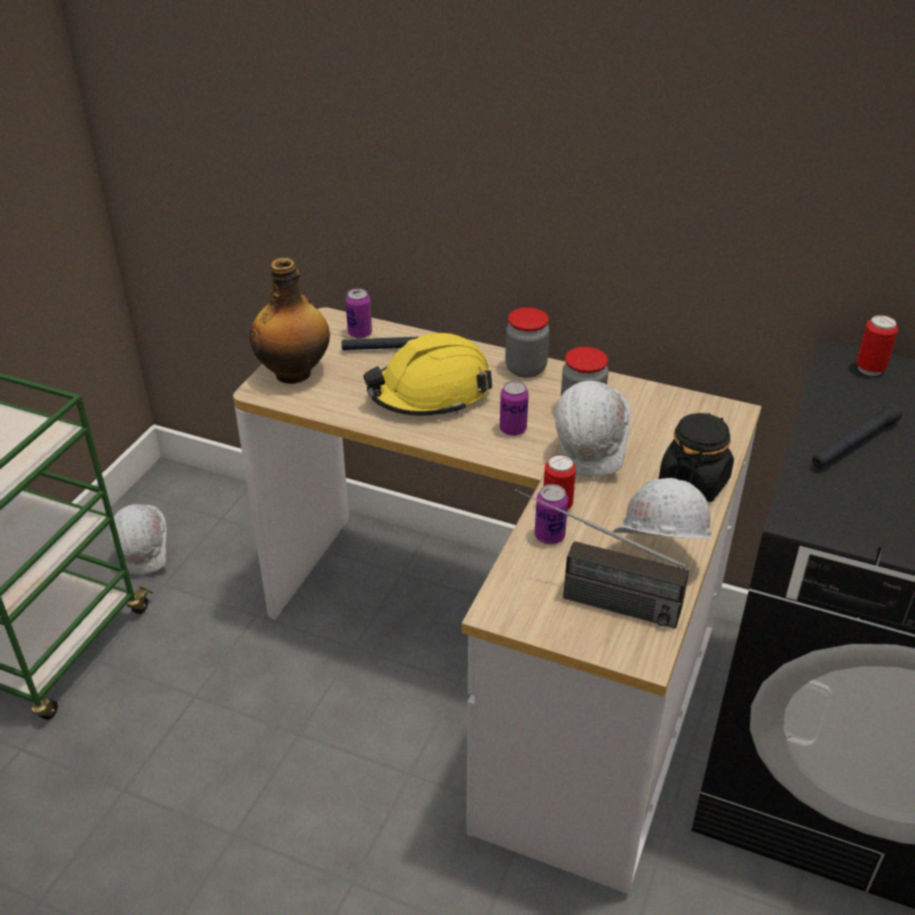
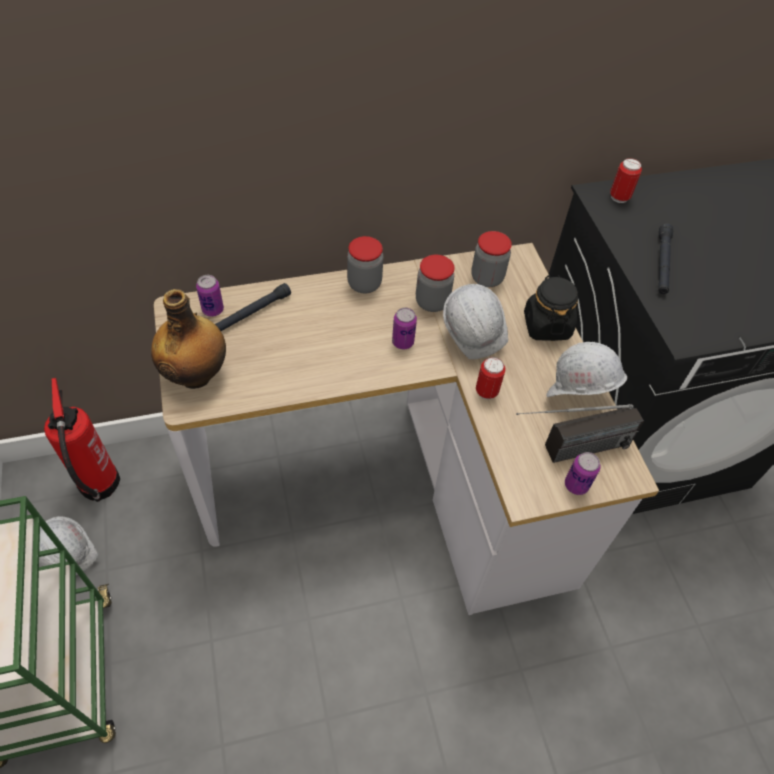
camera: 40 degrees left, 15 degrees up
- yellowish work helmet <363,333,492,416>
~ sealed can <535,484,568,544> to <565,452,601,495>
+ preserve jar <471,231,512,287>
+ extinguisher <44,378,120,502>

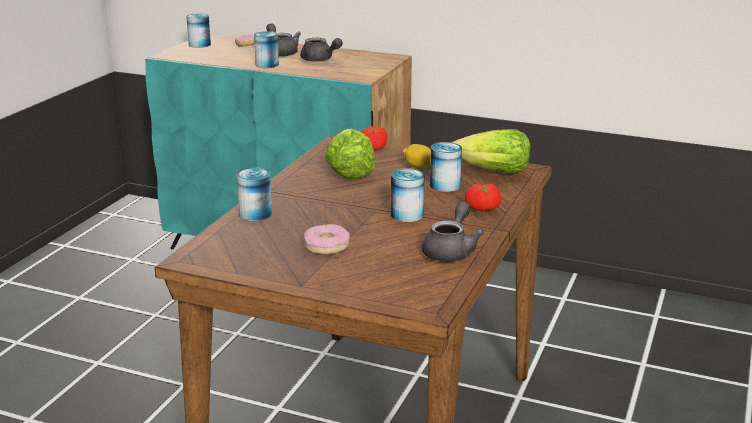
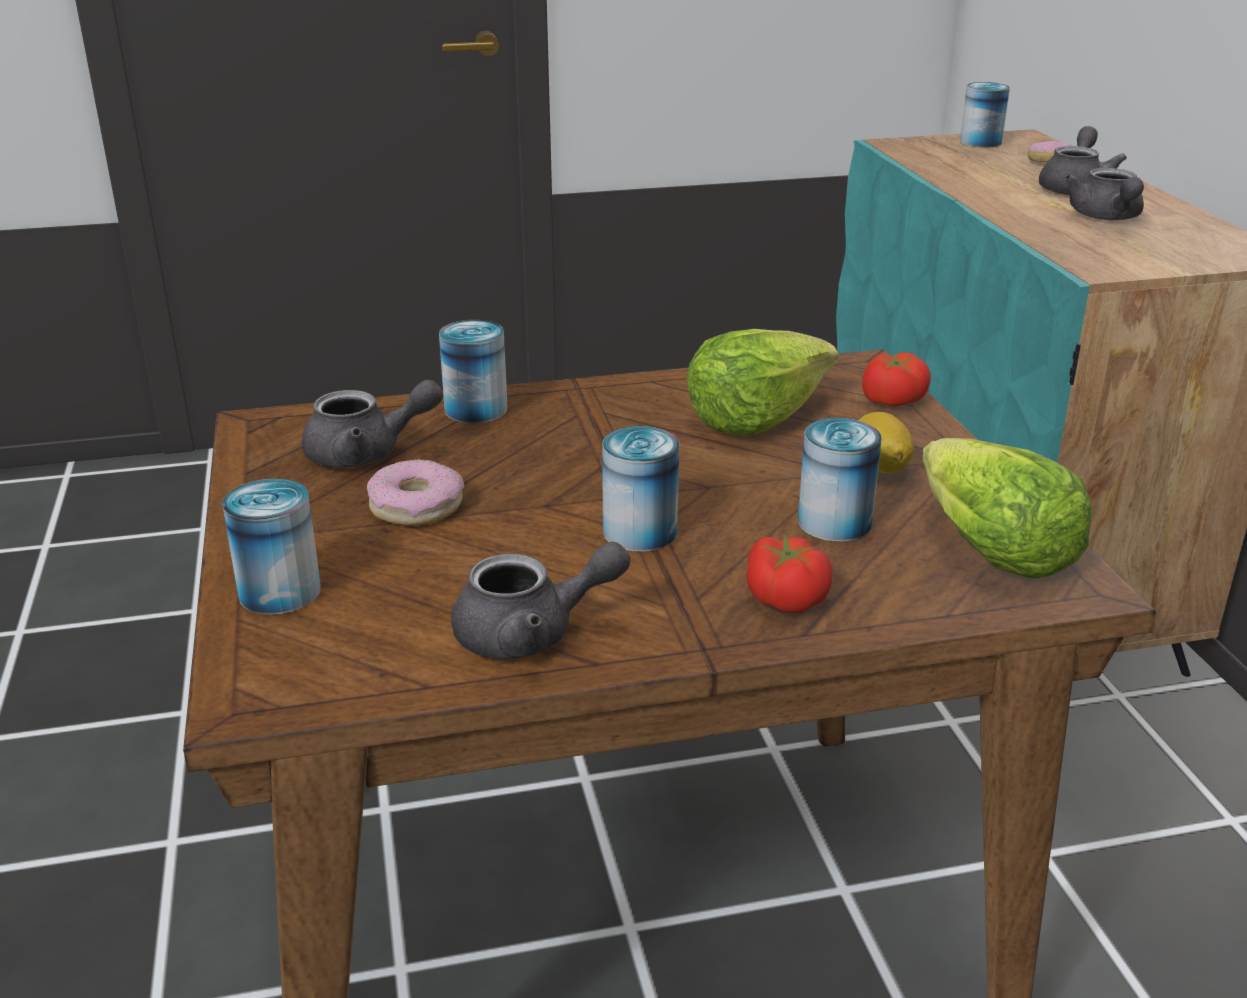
camera: 55 degrees right, 5 degrees up
~ sealed can <254,31,279,68> to <222,479,321,615>
+ grey tea pot <302,380,443,468>

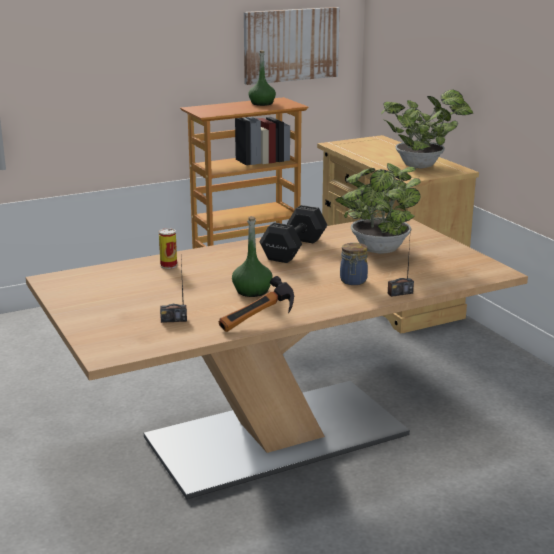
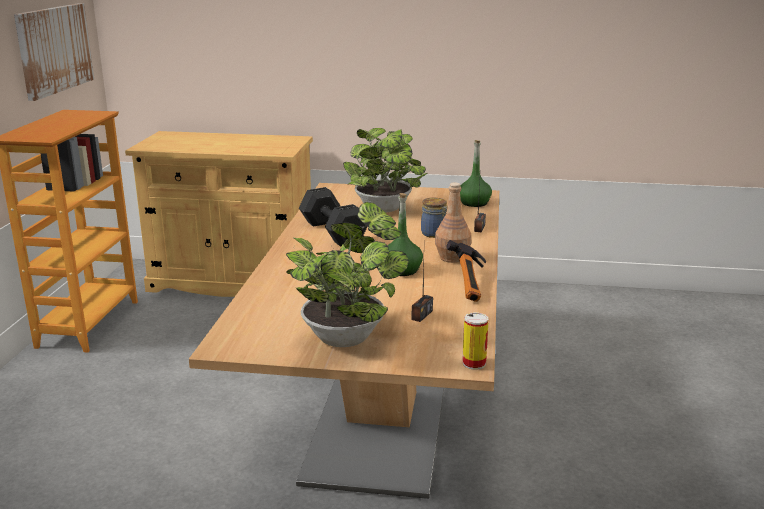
camera: 55 degrees left, 0 degrees up
~ green-coloured drink bottle <248,50,276,106> to <460,140,492,207>
~ potted plant <381,90,473,168> to <286,202,409,347>
~ sealed can <159,228,177,269> to <462,313,489,370>
+ brown drink bottle <435,182,471,263>

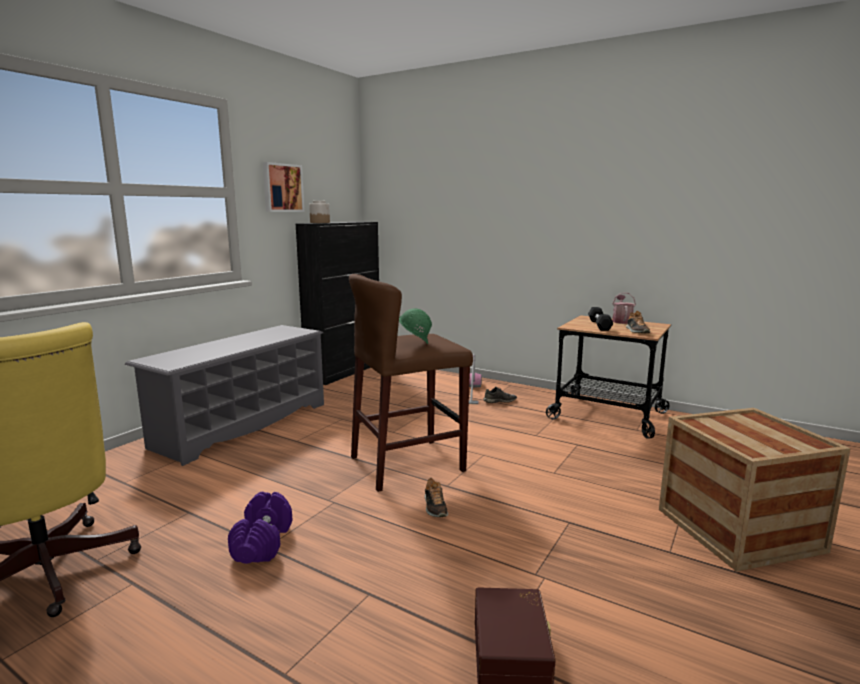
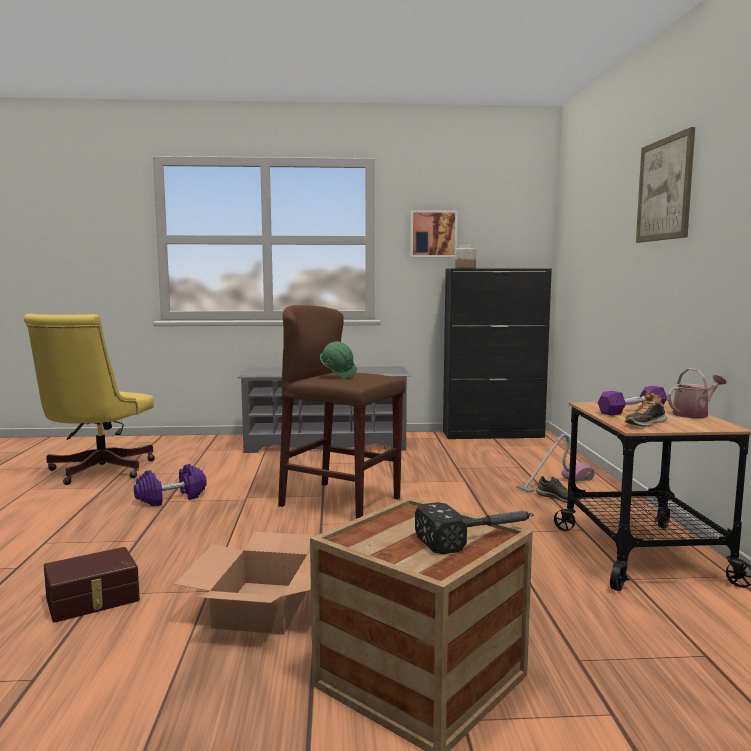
camera: 55 degrees right, 5 degrees down
~ black free weight <588,307,613,331> to purple free weight <598,386,667,416>
- shoe <424,478,448,517>
+ wall art <636,127,695,243>
+ hammer <415,502,534,554>
+ packing box <174,532,314,634>

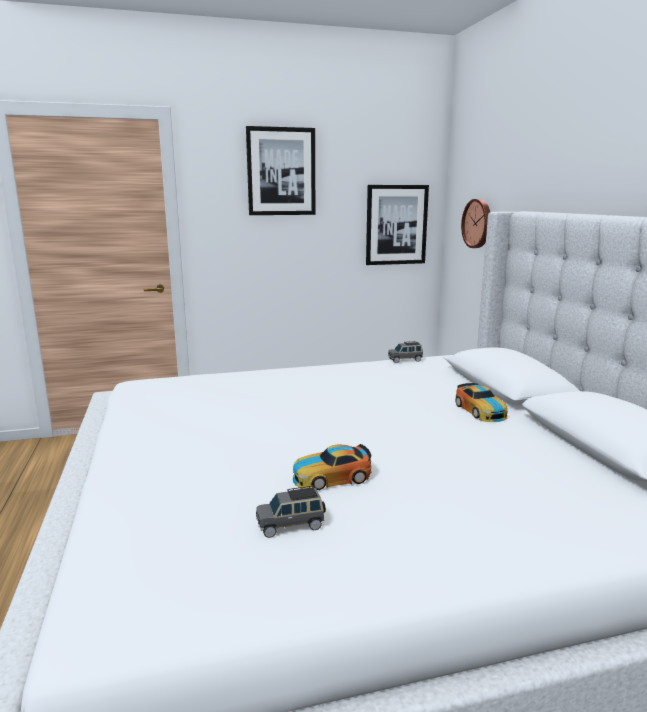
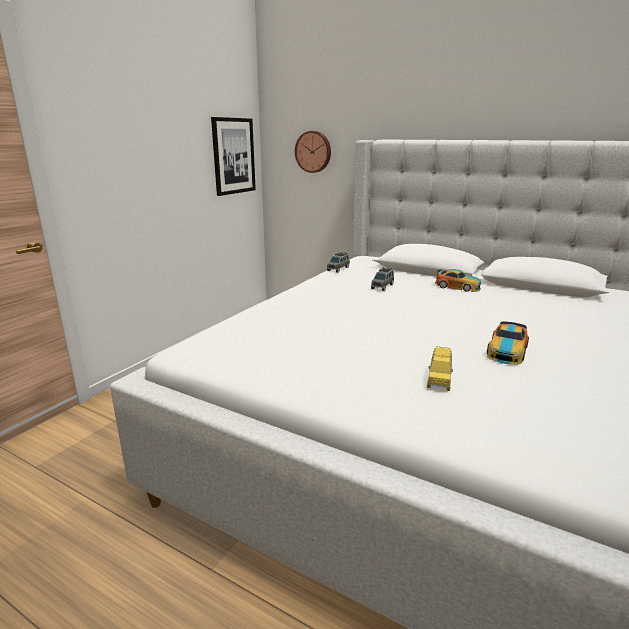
camera: 45 degrees left, 5 degrees up
- wall art <246,126,315,215>
~ grey toy car <256,486,326,538> to <371,267,394,291>
+ yellowish toy car <427,346,453,391>

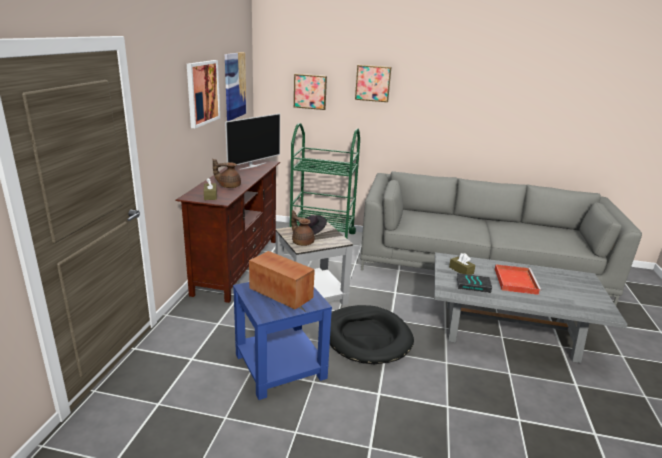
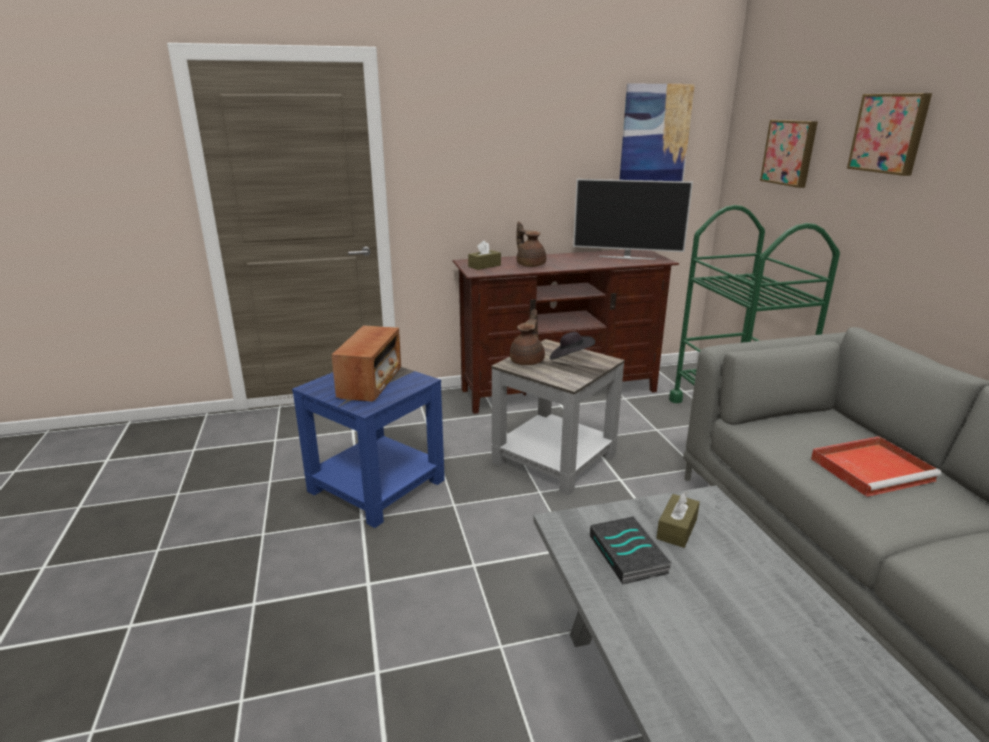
camera: 65 degrees right, 0 degrees up
- wall art <187,60,220,128>
~ red-coloured carrying tray <495,265,542,295> to <811,436,942,497>
- black dog bed <330,305,414,364>

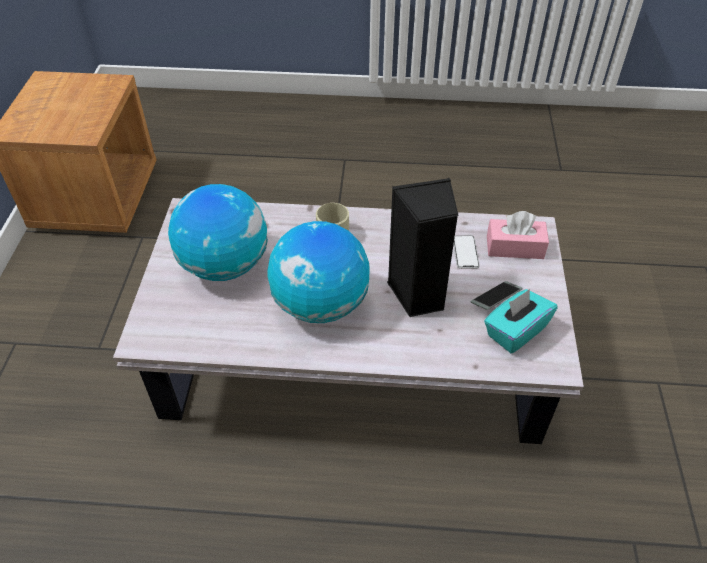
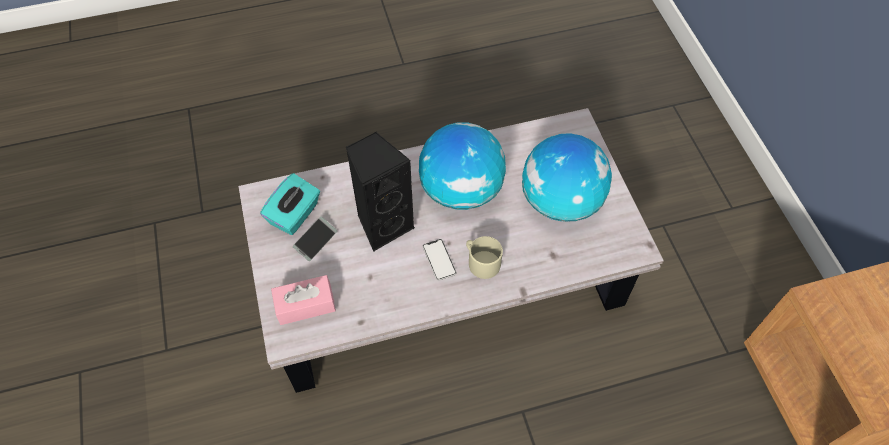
camera: 160 degrees right, 10 degrees up
~ phone <453,235,480,269> to <423,239,457,281>

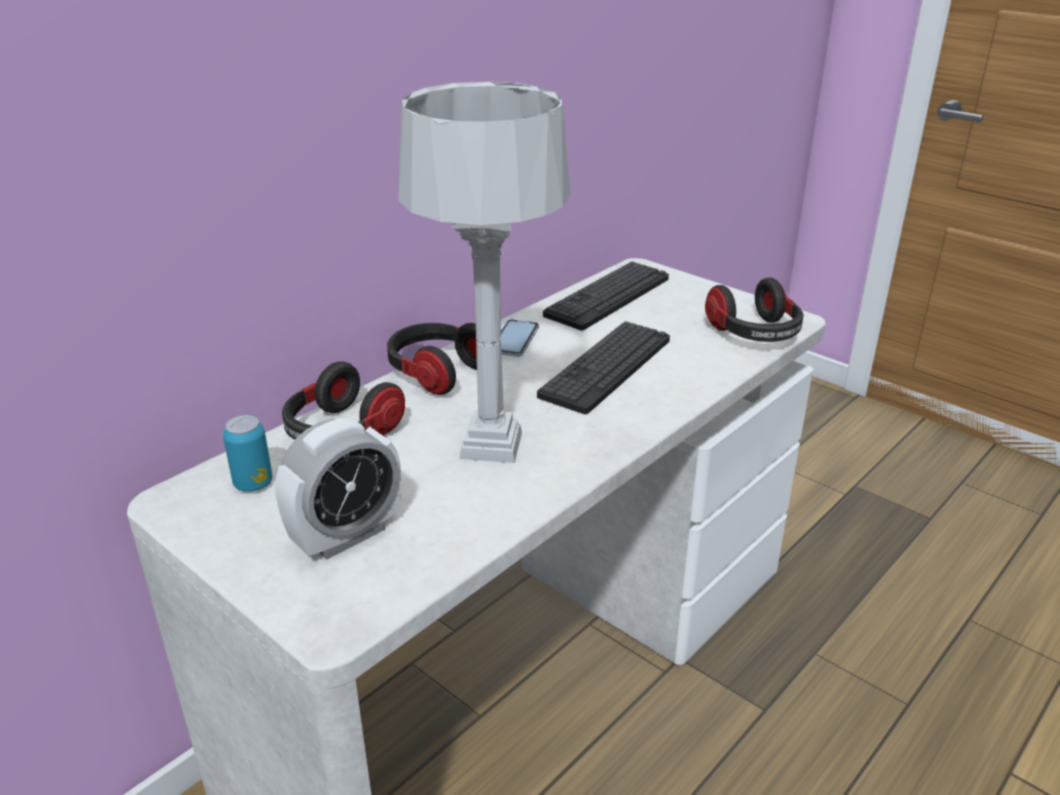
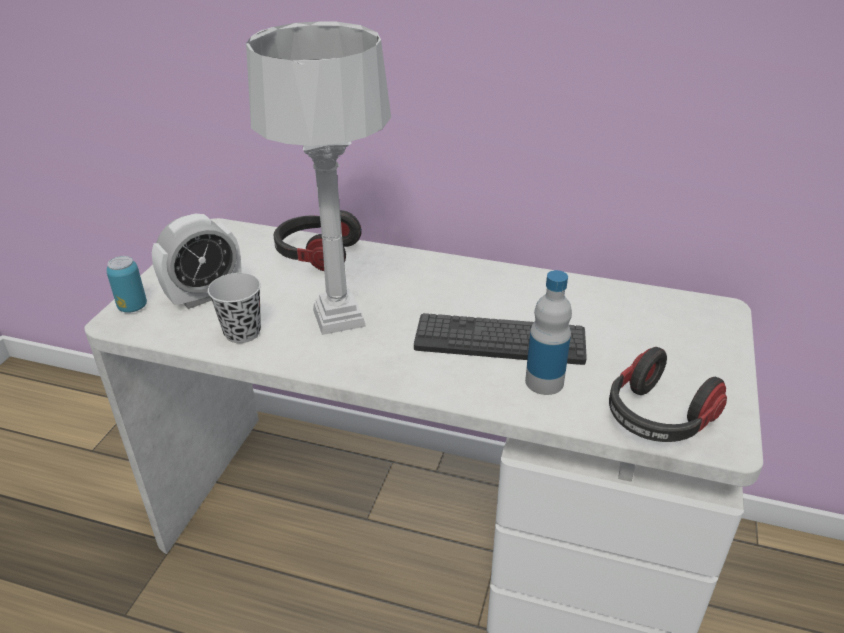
camera: 65 degrees right, 5 degrees up
- PC keyboard <543,261,669,330>
- phone <501,319,539,357>
- headphones <387,323,477,395>
~ sealed can <223,415,273,492> to <106,256,147,313>
~ alarm clock <275,418,401,560> = <152,214,241,309> 60 degrees counterclockwise
+ drink bottle <525,270,572,395>
+ black small cup <208,273,261,343>

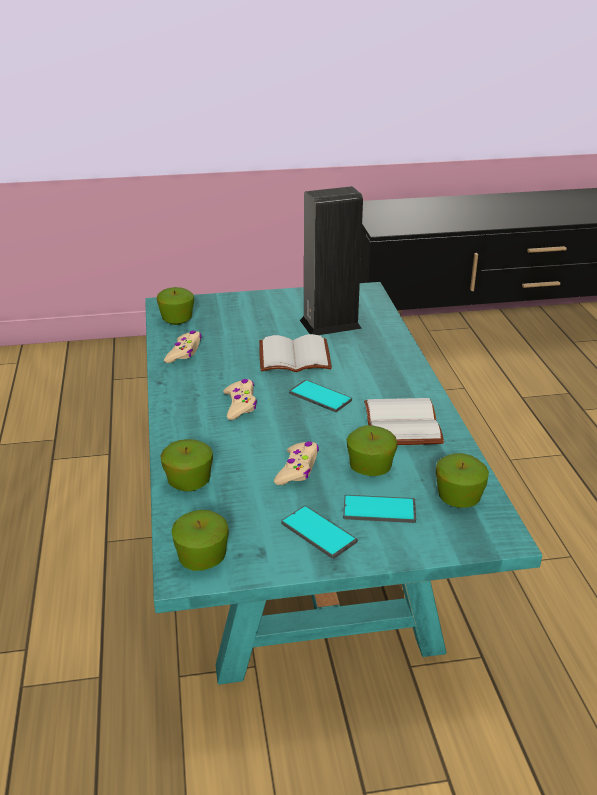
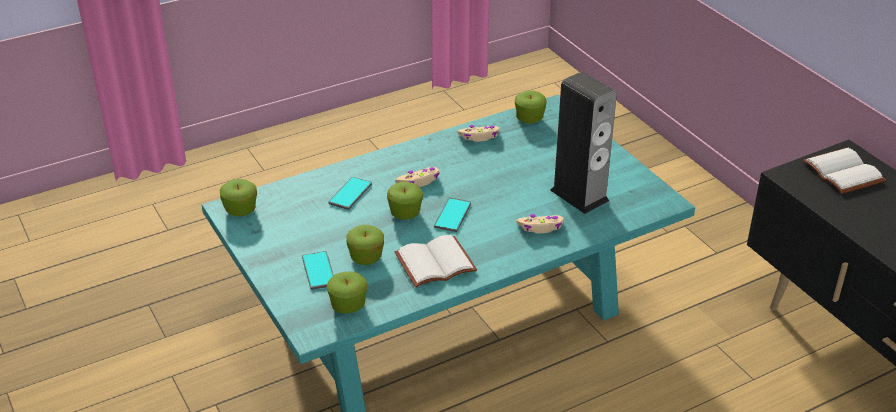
camera: 70 degrees right, 5 degrees up
~ white-coloured bound book <259,334,332,372> to <803,148,886,194>
~ whole apple <160,439,213,491> to <387,182,423,220>
~ beige gamepad <274,442,319,485> to <516,214,563,233>
~ phone <281,505,357,559> to <329,177,372,210>

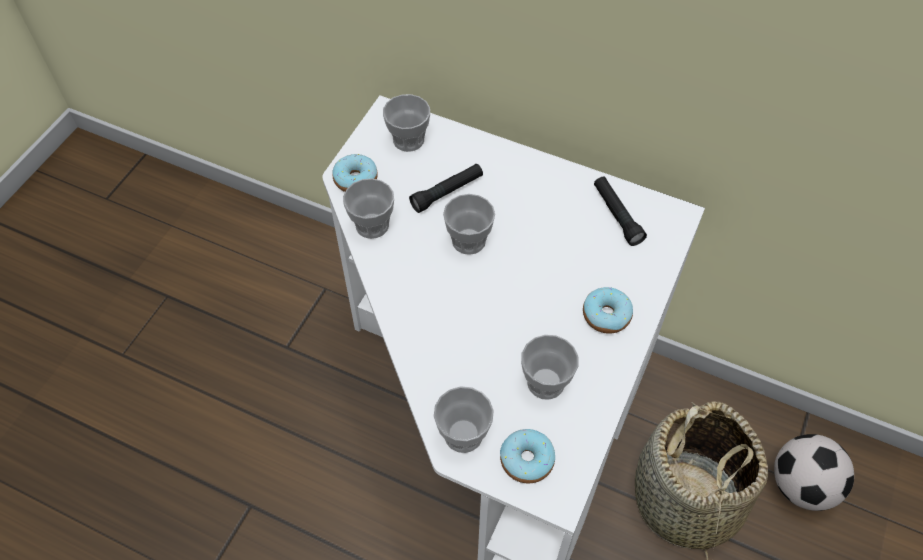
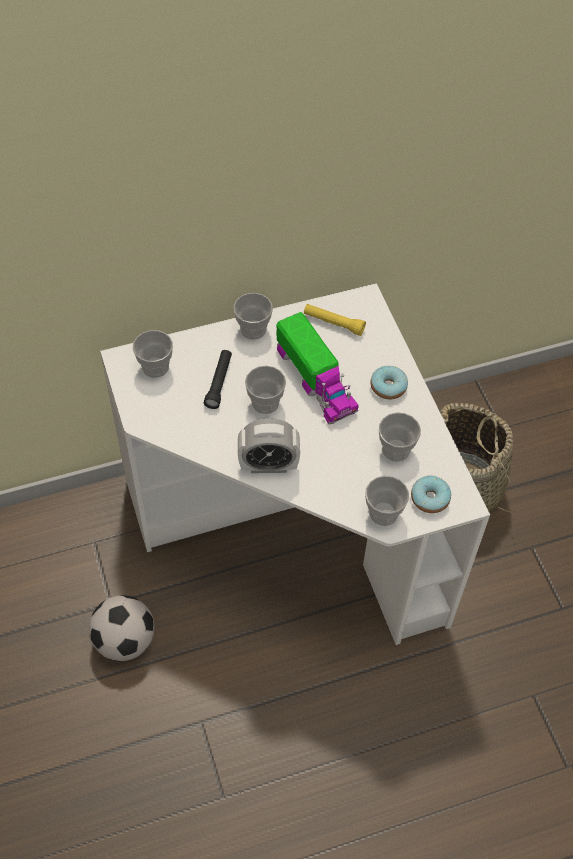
camera: 45 degrees left, 0 degrees up
- doughnut <333,154,378,192>
~ black flashlight <594,177,647,246> to yellowish flashlight <304,304,366,336>
~ small cup <343,178,394,239> to <233,293,273,340>
~ football ball <774,434,854,511> to <89,595,154,661>
+ model truck <276,312,359,424>
+ alarm clock <238,418,300,473>

